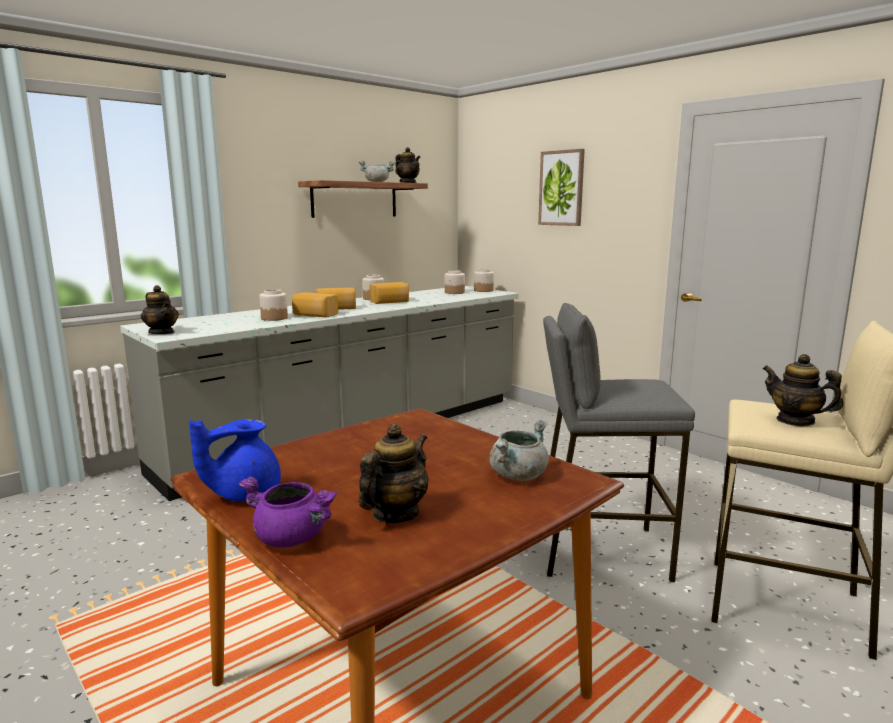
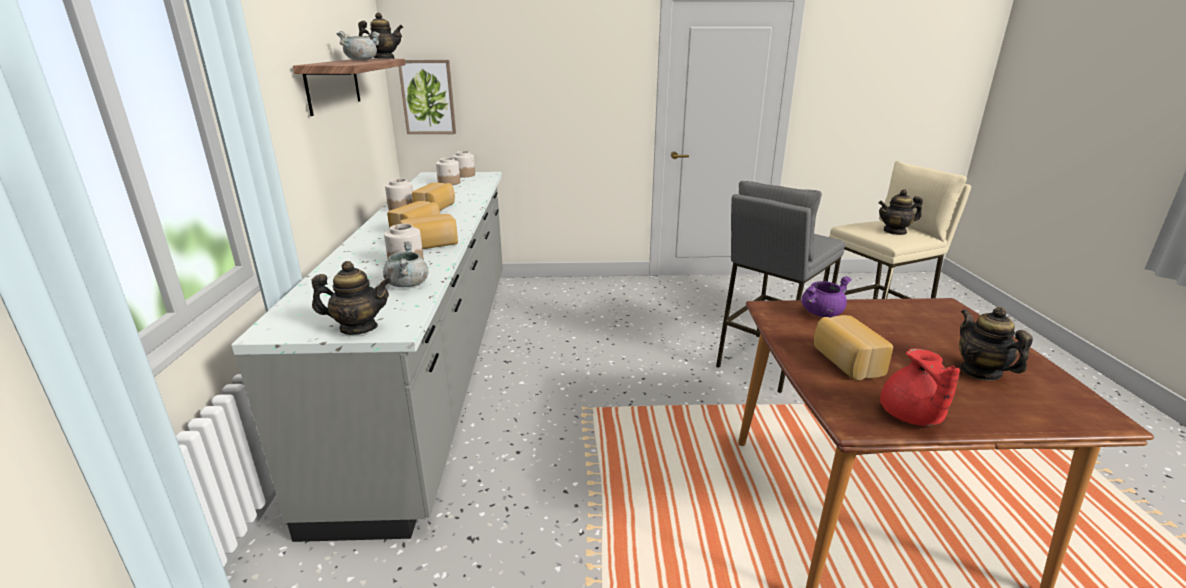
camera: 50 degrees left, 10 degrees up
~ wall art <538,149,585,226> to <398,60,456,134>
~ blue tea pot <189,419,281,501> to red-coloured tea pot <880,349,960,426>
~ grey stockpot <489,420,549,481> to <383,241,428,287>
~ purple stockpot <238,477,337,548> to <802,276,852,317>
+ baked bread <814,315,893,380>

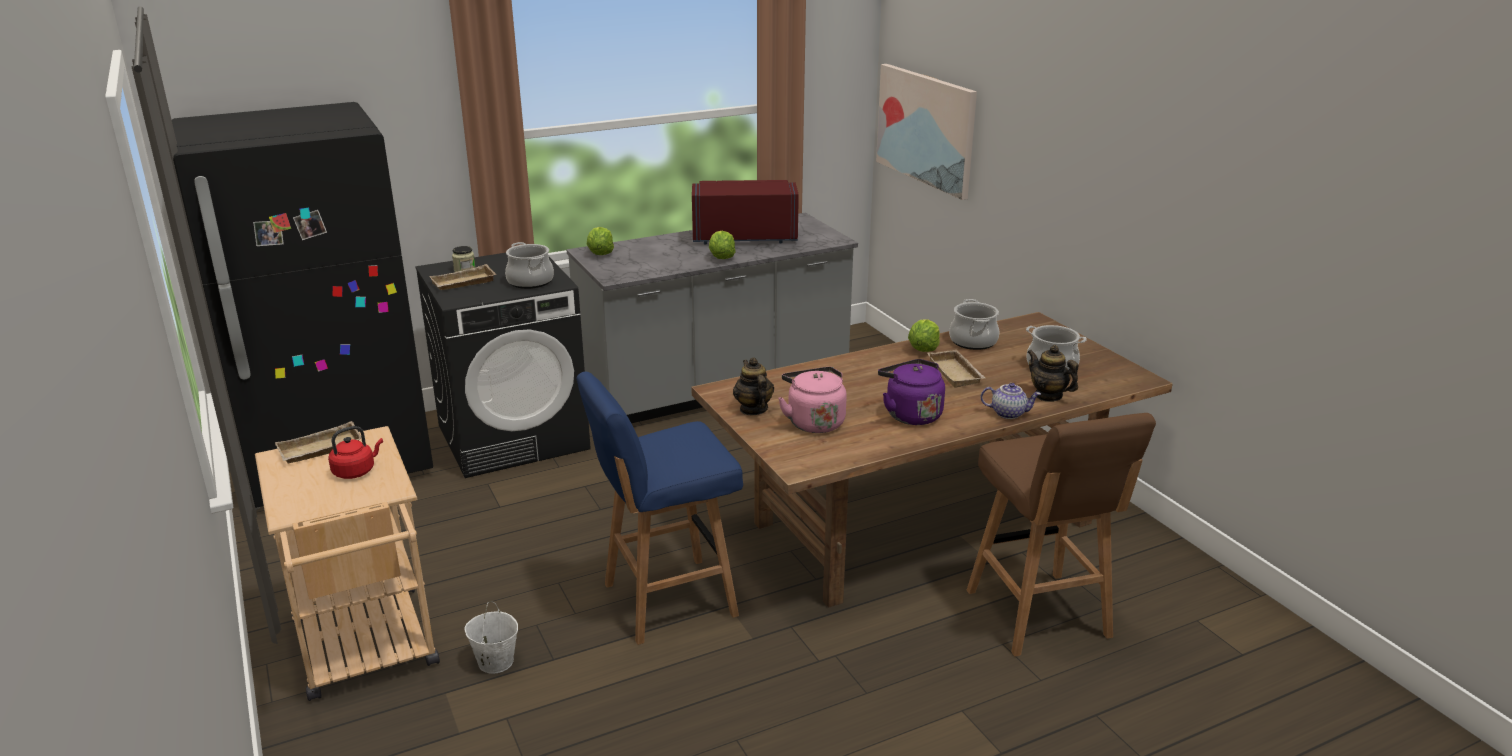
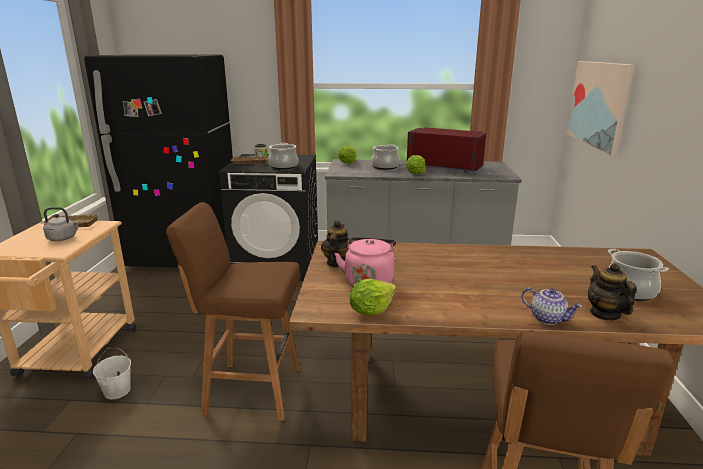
camera: 30 degrees right, 5 degrees down
~ stockpot <949,299,999,350> to <371,144,400,170>
~ lettuce head <908,319,940,352> to <349,279,396,315>
- beige carrying tray <927,350,985,388>
- purple water kettle <878,359,945,425>
~ blue stool seat <577,372,743,645> to brown stool seat <166,202,301,421>
~ red-coloured water kettle <328,426,383,479> to grey water kettle <43,207,81,241>

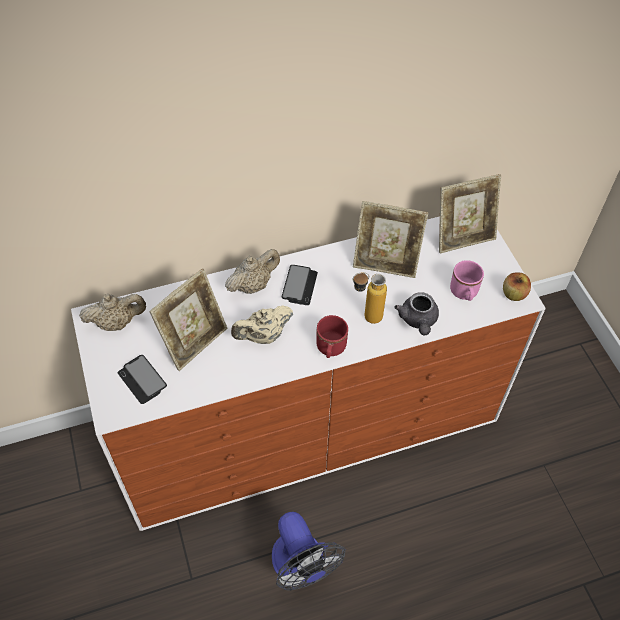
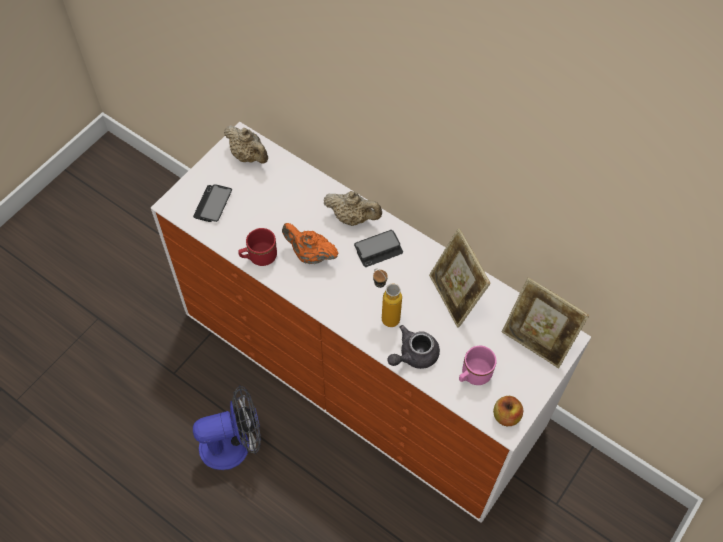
camera: 55 degrees right, 5 degrees up
- standing frame <149,269,227,371>
~ beige tea pot <231,305,293,344> to orangey tea pot <282,223,338,264>
~ red-coloured mug <316,315,348,358> to <238,228,277,266>
~ cooling fan <272,512,346,591> = <193,386,261,470> 135 degrees counterclockwise

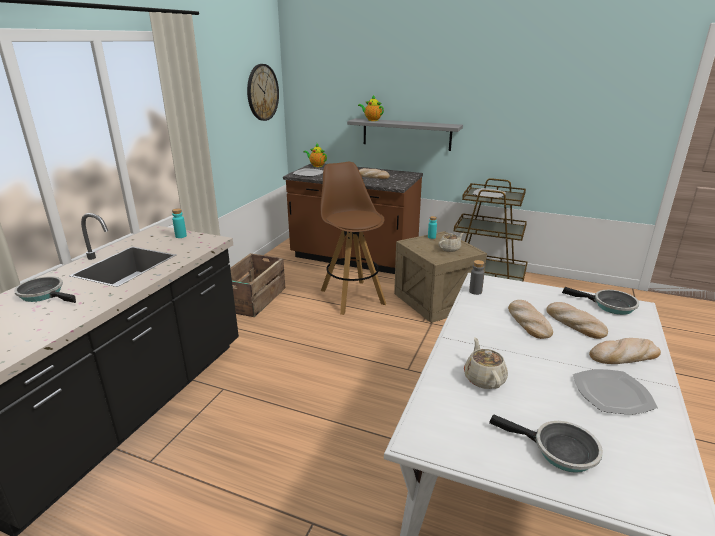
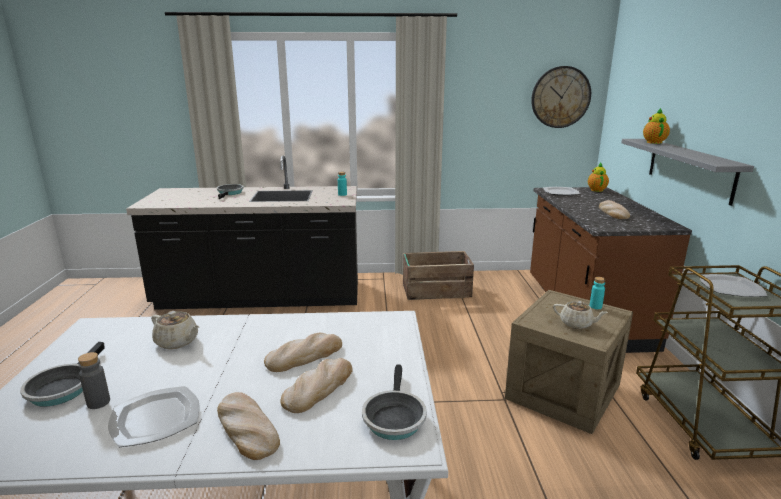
camera: 65 degrees right, 5 degrees down
- brown stool seat <321,162,386,315>
~ grey drink bottle <469,260,485,295> to <78,352,110,409>
~ beige tea pot <464,337,508,389> = <151,311,200,349> 60 degrees clockwise

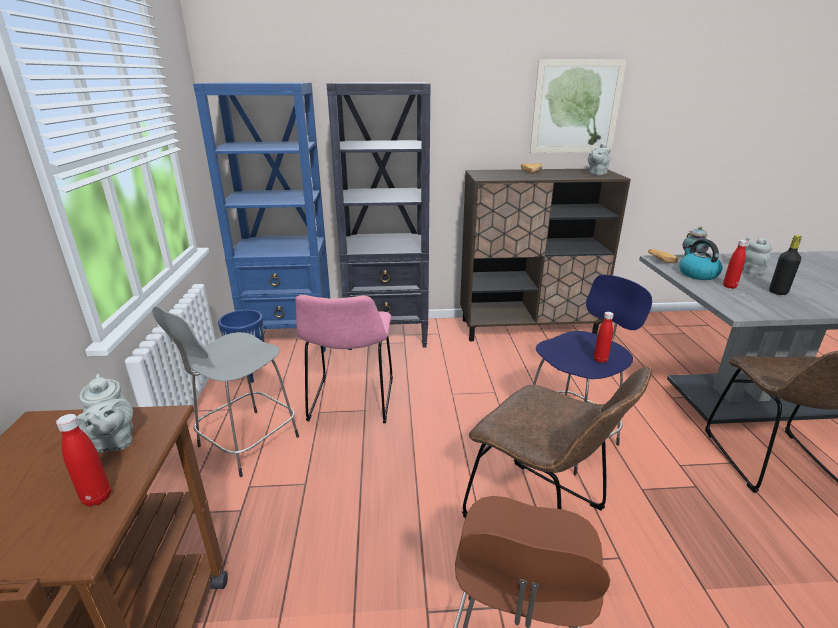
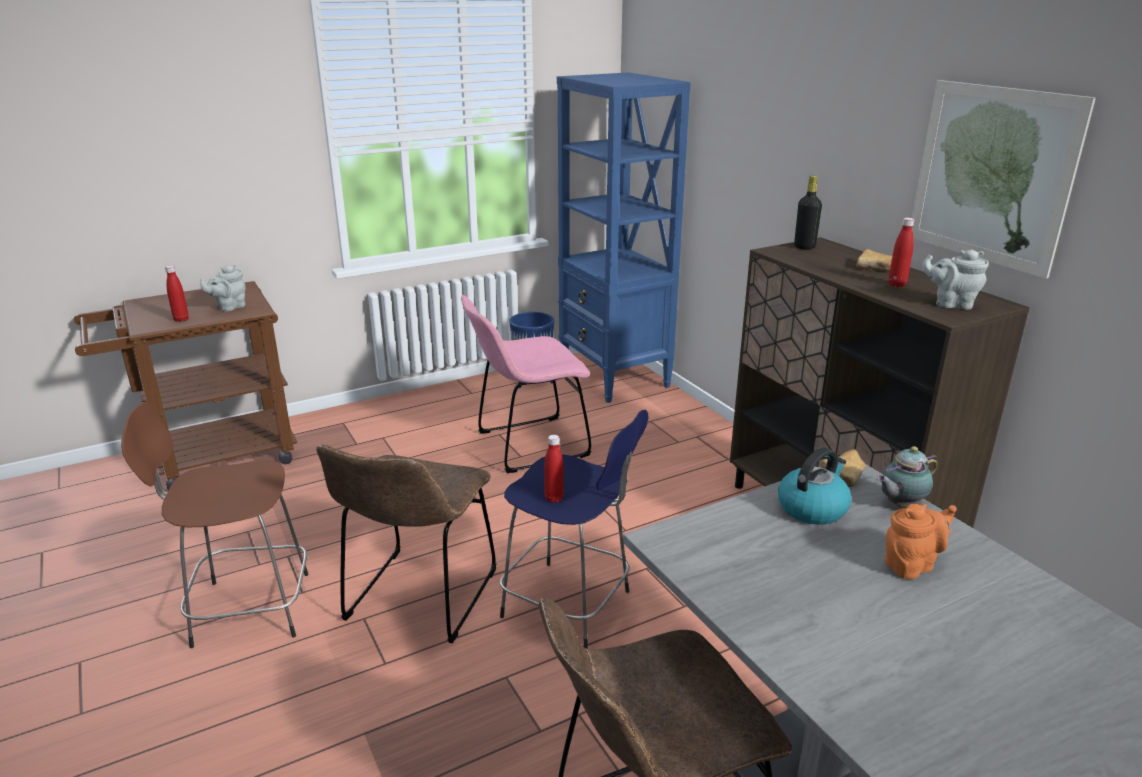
camera: 65 degrees right, 0 degrees up
- black bookshelf <327,82,431,350>
~ black drink bottle <769,235,802,295> to <794,176,822,250>
~ grey tea pot <743,237,772,274> to orangey tea pot <885,504,957,579>
~ red-coloured drink bottle <723,240,748,289> to <888,218,915,287>
- grey stool seat <152,306,299,477>

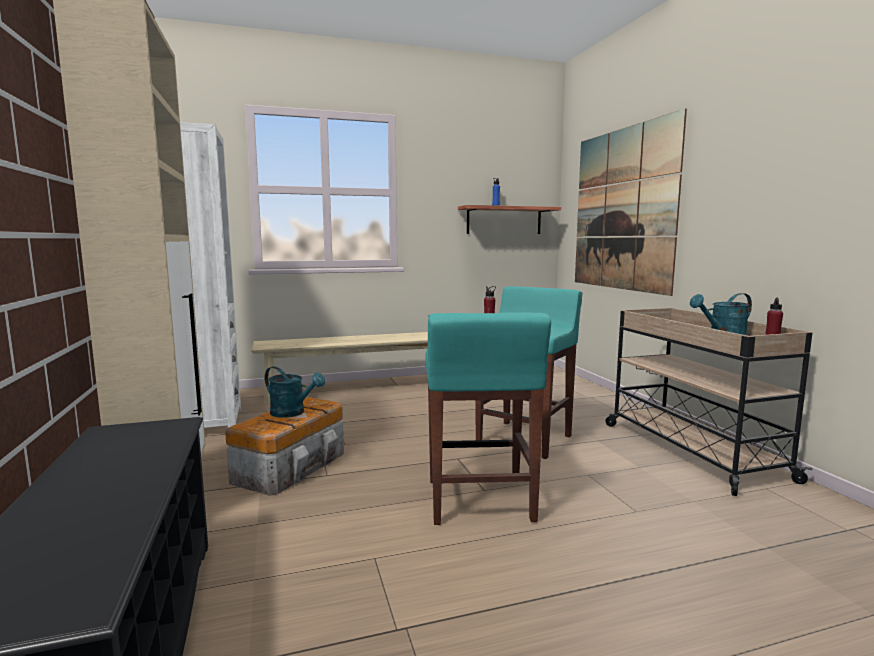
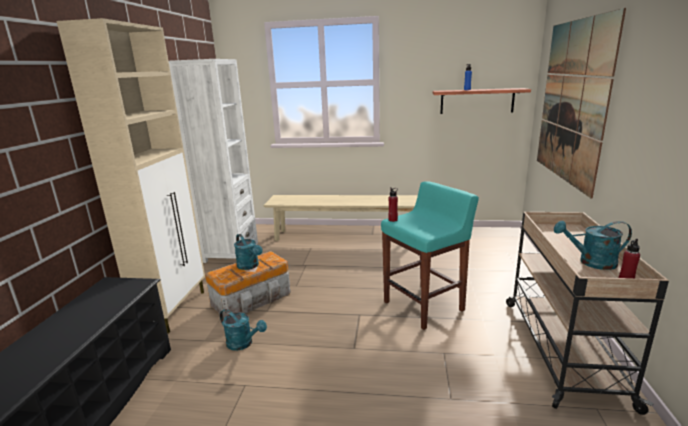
camera: 25 degrees right, 10 degrees up
- blue-green stool seat <426,313,551,525>
+ blue-green watering pot <220,309,267,351>

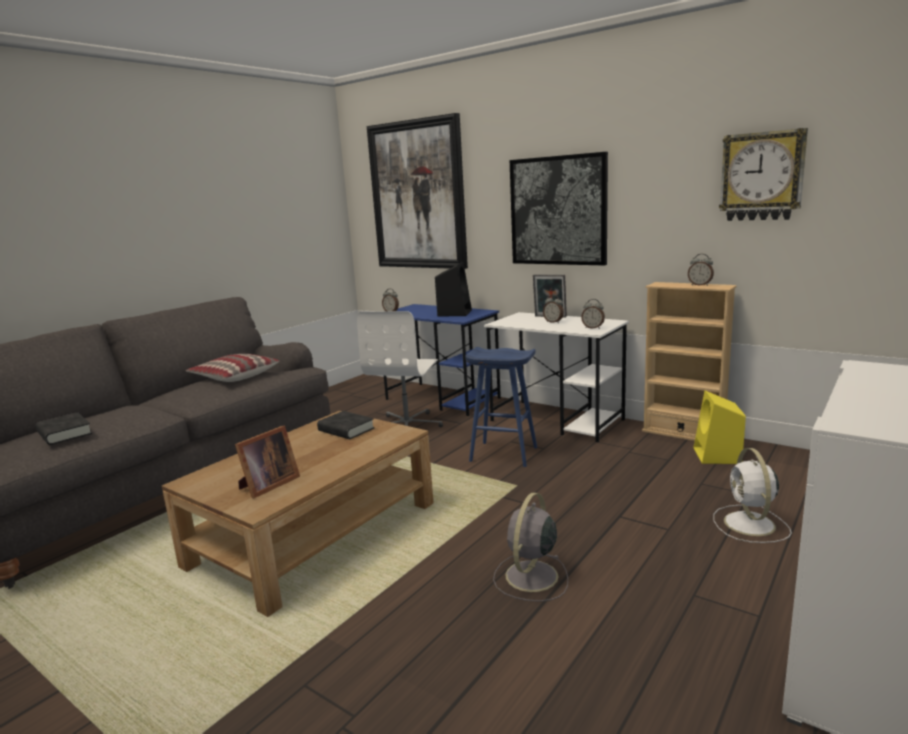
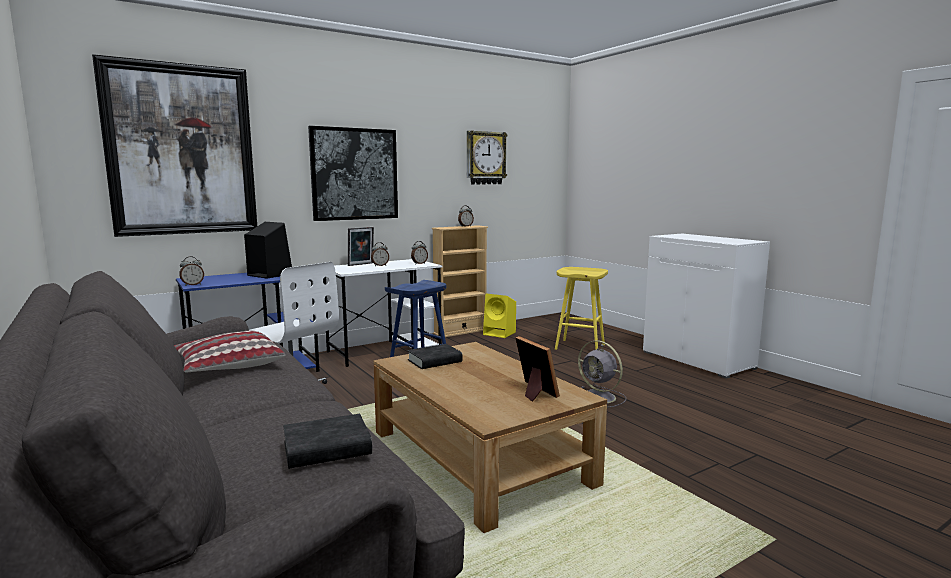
camera: 70 degrees left, 5 degrees down
~ white-coloured cooling fan <713,448,792,543> to yellowish stool seat <555,267,608,350>

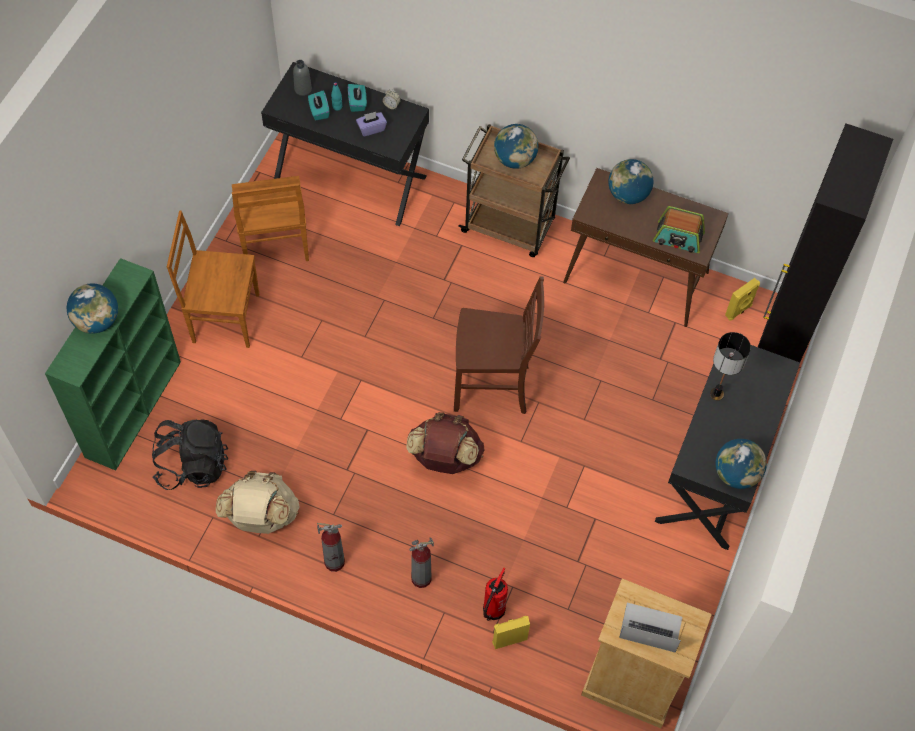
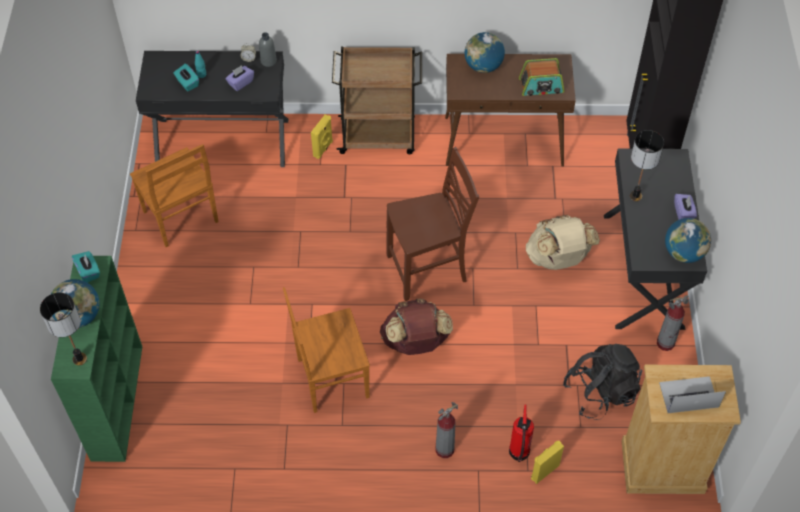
camera: 20 degrees left, 5 degrees down
~ grey drink bottle <293,60,312,96> to <259,32,277,67>
~ blue-green tissue box <348,84,367,112> to <72,251,100,283>
- world globe <494,124,538,169>
~ brown upright chair <167,211,259,348> to <283,287,370,413>
~ yellowish speaker <725,278,760,321> to <311,114,333,159>
~ black backpack <152,419,228,490> to <563,344,642,420>
~ beige backpack <216,471,300,534> to <526,215,600,270>
~ extinguisher <317,523,345,572> to <657,295,689,351>
+ purple tissue box <674,194,697,220>
+ lamp for a table <40,292,87,365>

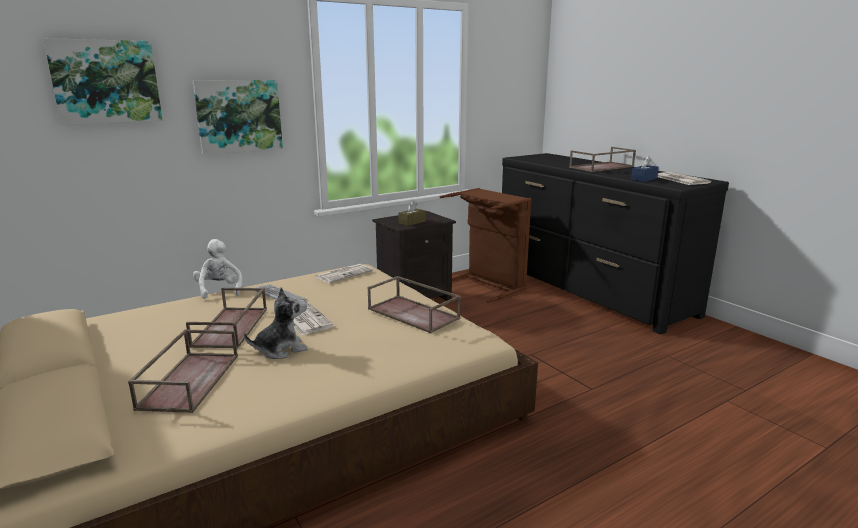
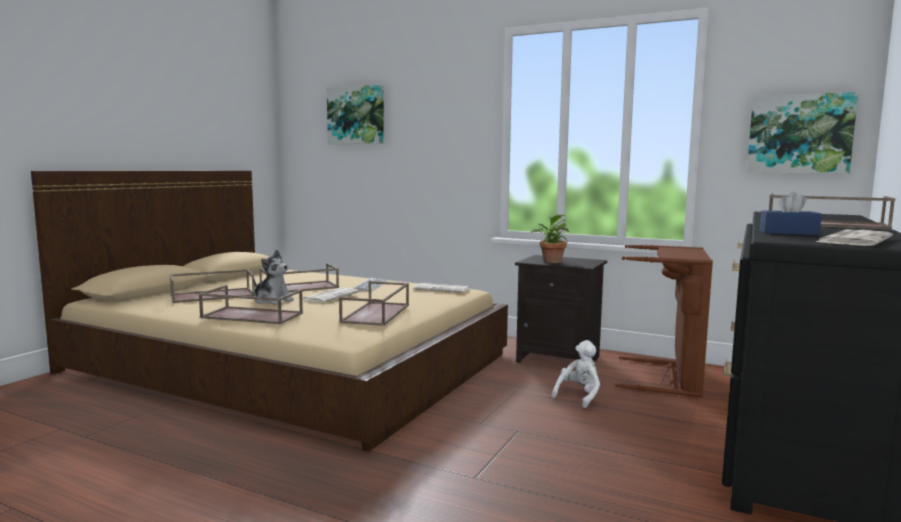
camera: 60 degrees right, 10 degrees down
~ wall art <193,80,283,155> to <747,92,858,174>
~ brown tissue box <398,201,426,226> to potted plant <531,214,569,263>
~ white-coloured plush toy <193,239,242,299> to <552,340,600,408>
+ brown carrying tray <198,285,303,324>

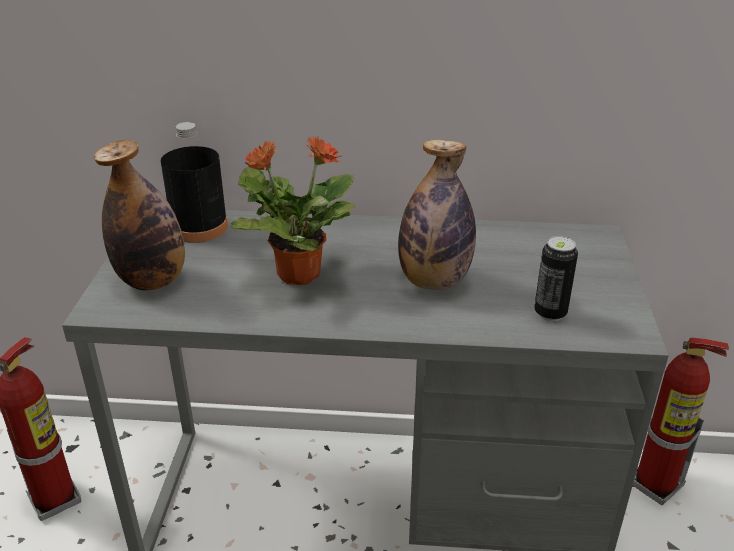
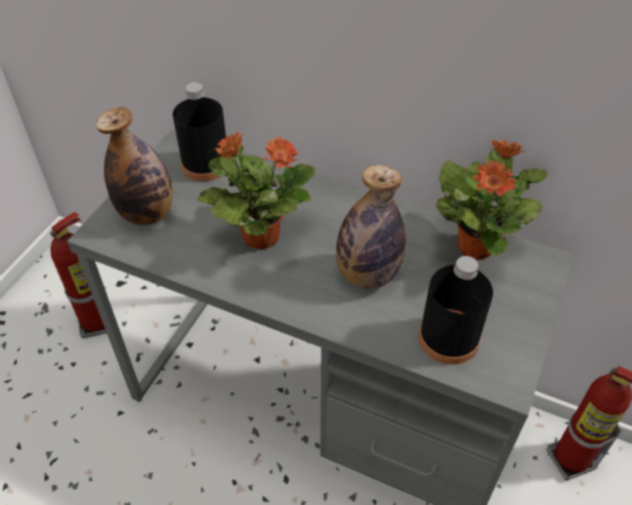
camera: 20 degrees right, 15 degrees up
~ sealed can <534,236,578,321> to black drink bottle <419,256,493,365>
+ potted plant <436,140,548,260>

